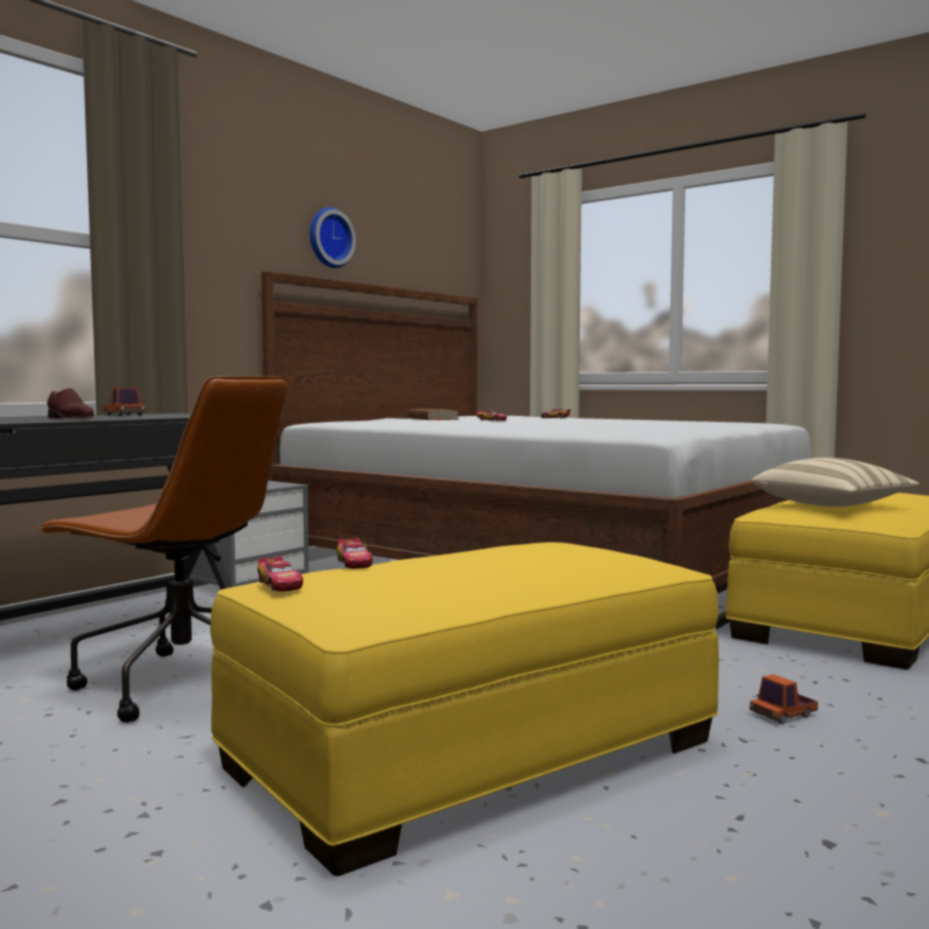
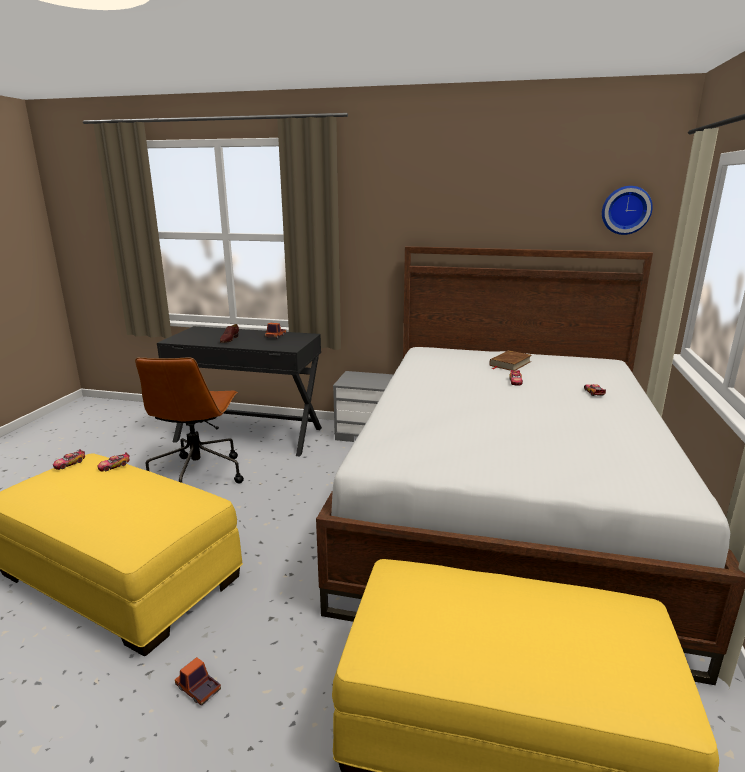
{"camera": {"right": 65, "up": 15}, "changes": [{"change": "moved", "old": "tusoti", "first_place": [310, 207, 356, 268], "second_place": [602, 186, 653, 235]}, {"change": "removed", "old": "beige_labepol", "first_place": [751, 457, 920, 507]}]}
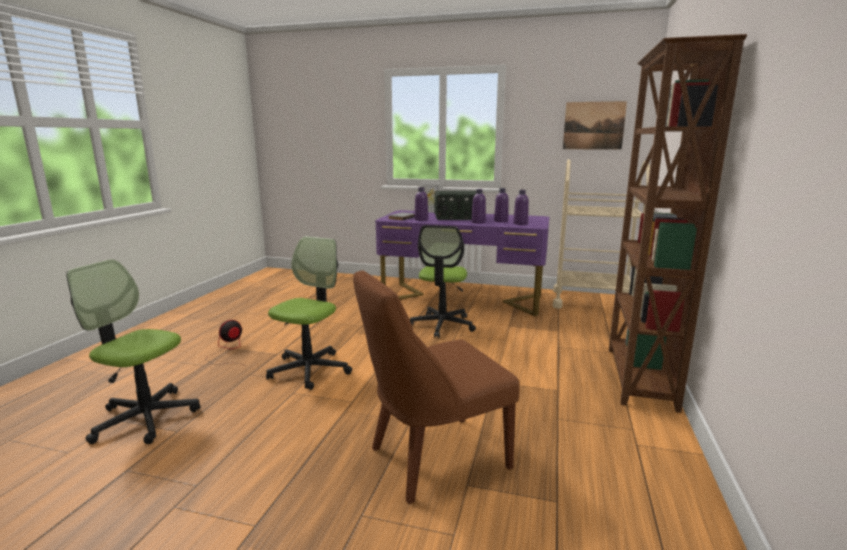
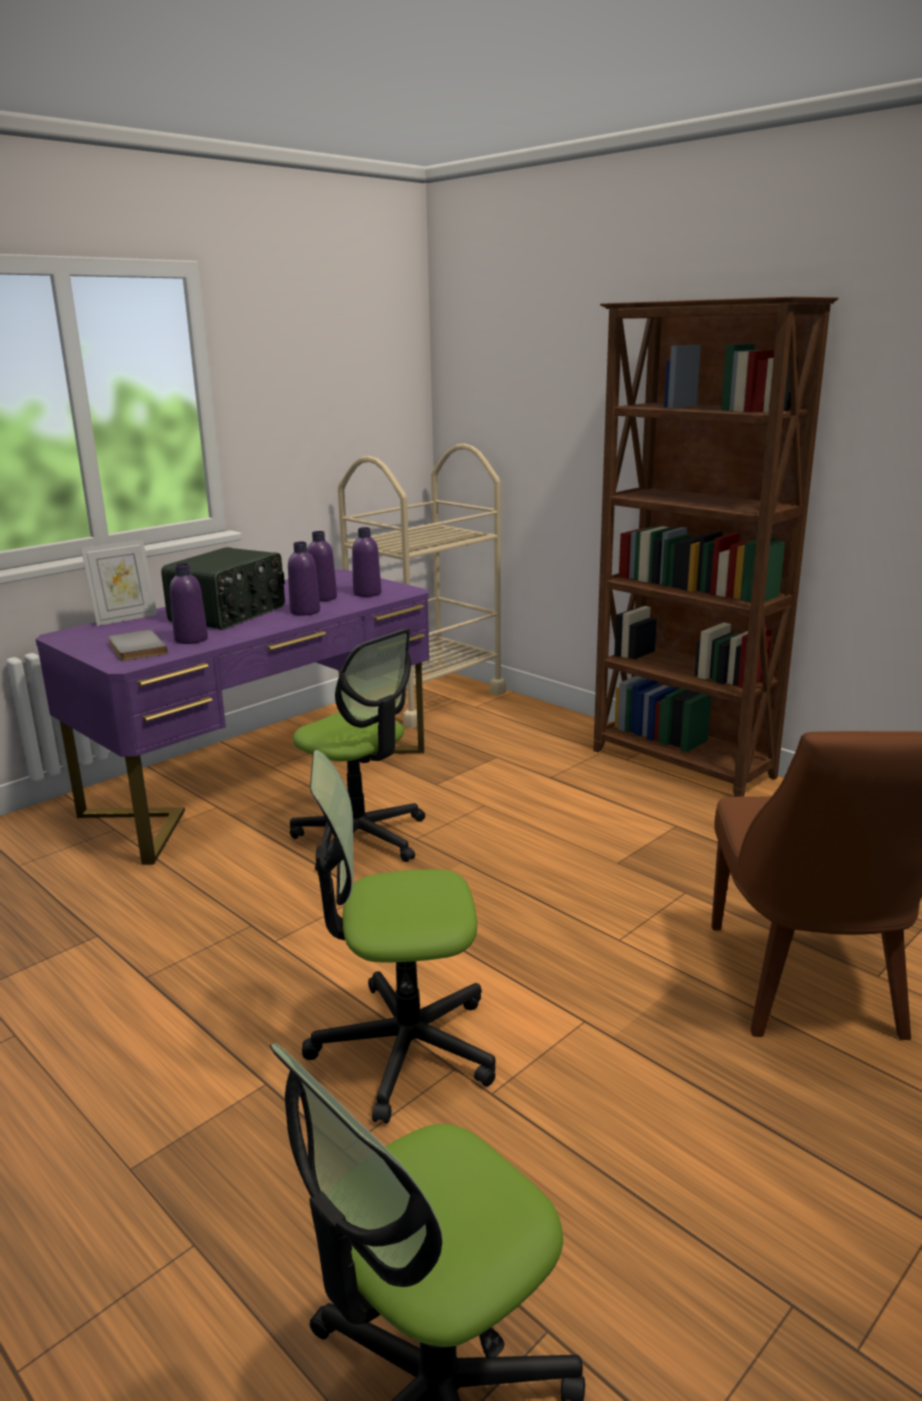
{"camera": {"right": -60, "up": 5}, "changes": [{"change": "turned", "old": "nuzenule", "first_place": [266, 236, 352, 390], "second_place": [302, 750, 496, 1124], "degrees": -60}, {"change": "removed", "old": "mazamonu", "first_place": [207, 320, 245, 366]}, {"change": "removed", "old": "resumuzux", "first_place": [563, 101, 627, 150]}]}
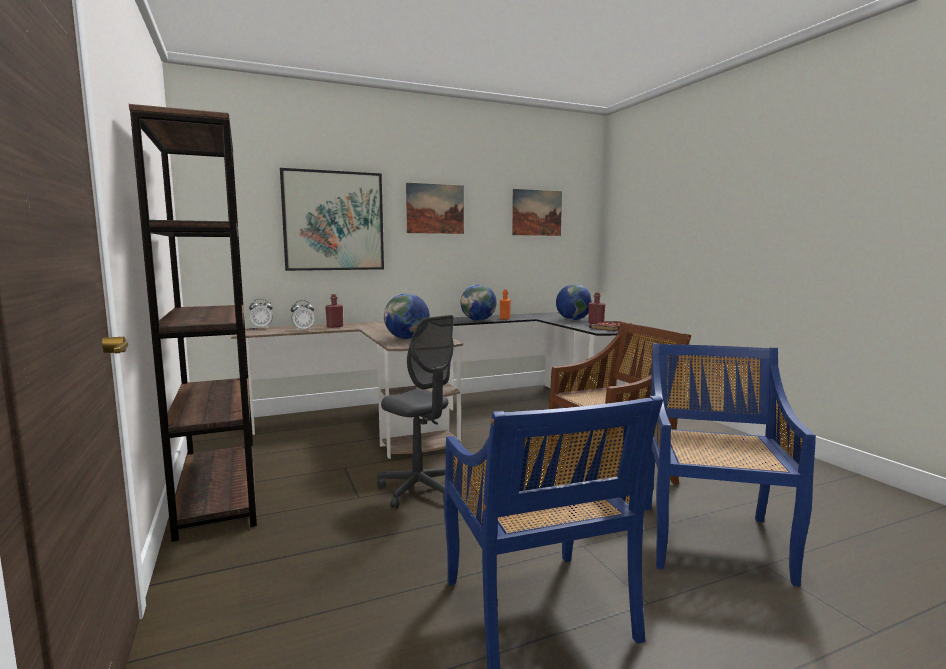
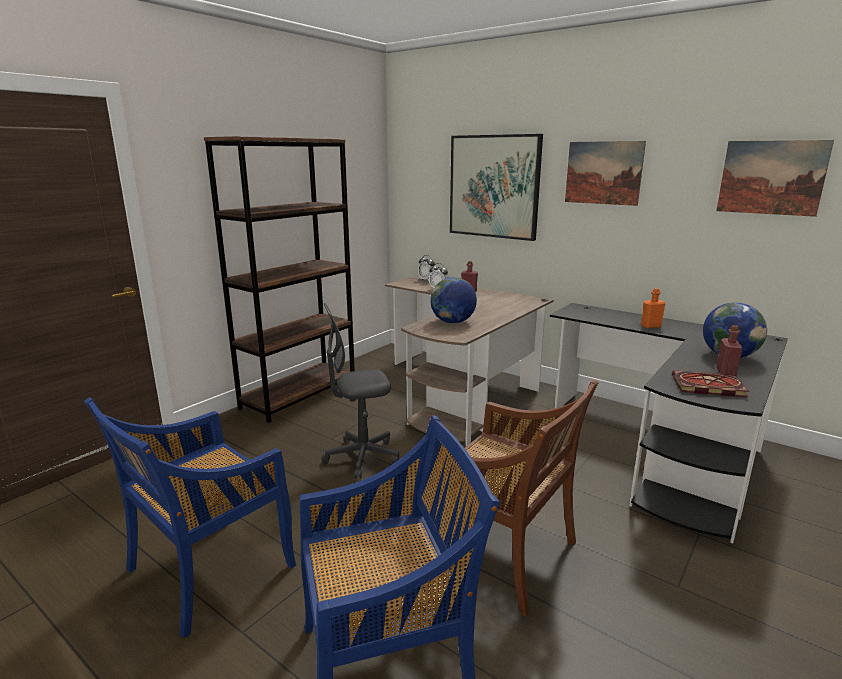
{"camera": {"right": 60, "up": 10}, "changes": [{"change": "turned", "old": "grey_nuzenule", "first_place": [377, 315, 454, 509], "second_place": [322, 303, 399, 479], "degrees": 60}, {"change": "removed", "old": "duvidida", "first_place": [461, 284, 497, 321]}]}
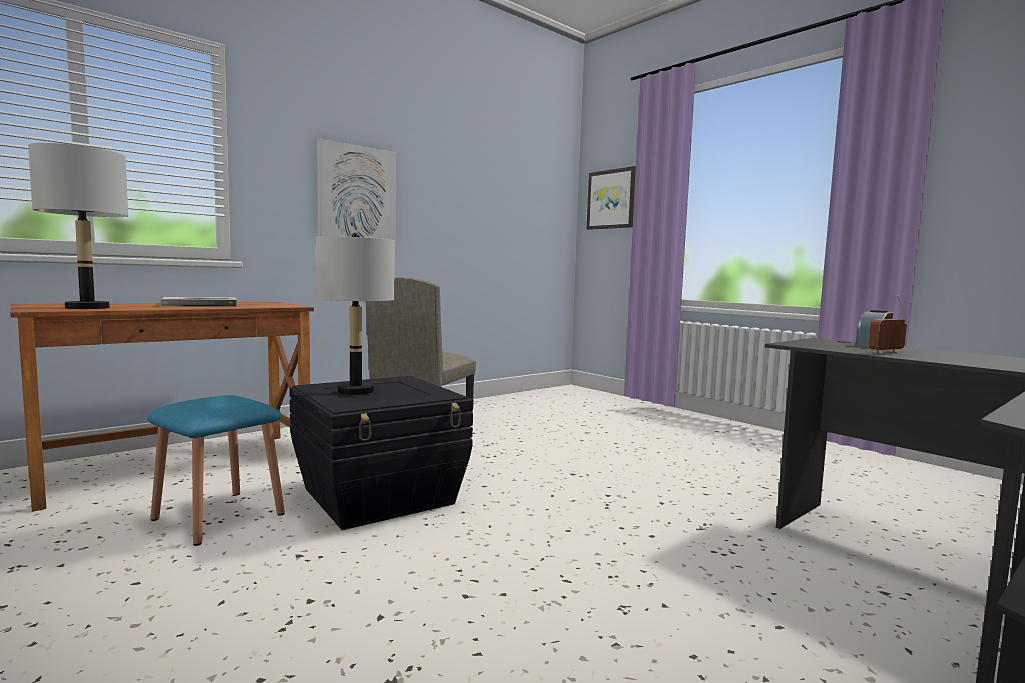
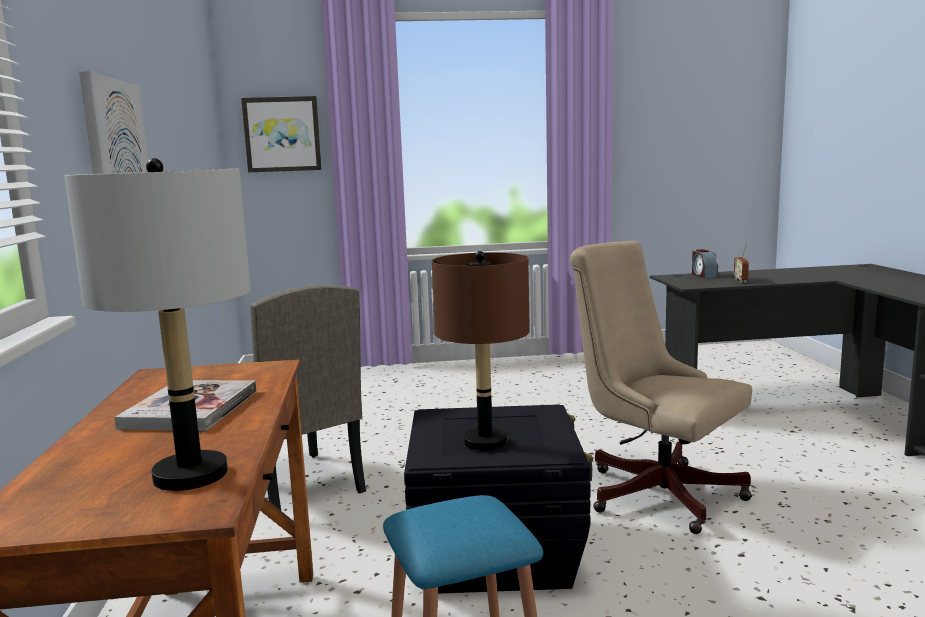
{"camera": {"right": -55, "up": 5}, "changes": [{"change": "recoloured", "old": "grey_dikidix", "new": "brown_dikidix", "first_place": [315, 233, 395, 395], "second_place": [432, 251, 530, 451]}, {"change": "added", "new": "beige_nuzenule", "second_place": [570, 241, 752, 534]}]}
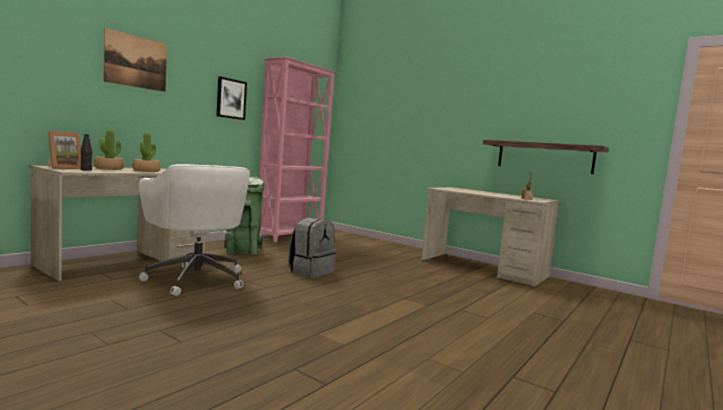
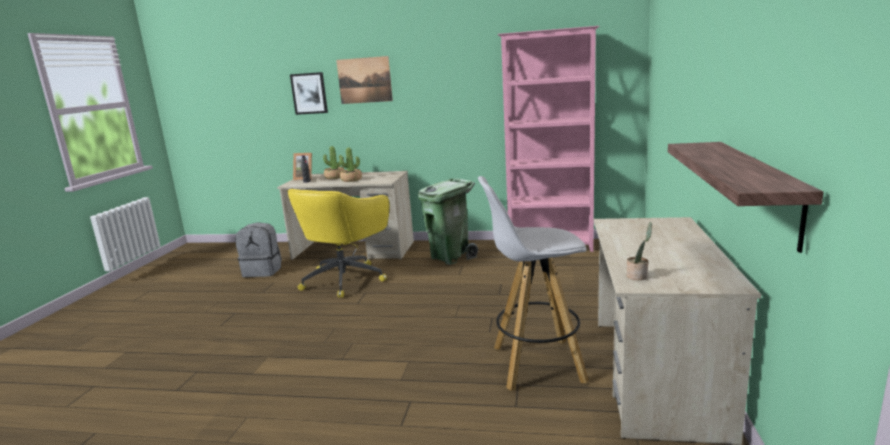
{"camera": {"right": 65, "up": 10}, "changes": [{"change": "moved", "old": "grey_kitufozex", "first_place": [288, 218, 337, 278], "second_place": [235, 222, 282, 277]}, {"change": "recoloured", "old": "white_nuzenule", "new": "yellow_nuzenule", "first_place": [139, 164, 250, 296], "second_place": [287, 189, 389, 298]}, {"change": "moved", "old": "resumuzux", "first_place": [217, 77, 247, 120], "second_place": [290, 72, 328, 115]}, {"change": "added", "new": "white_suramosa", "second_place": [478, 176, 589, 391]}]}
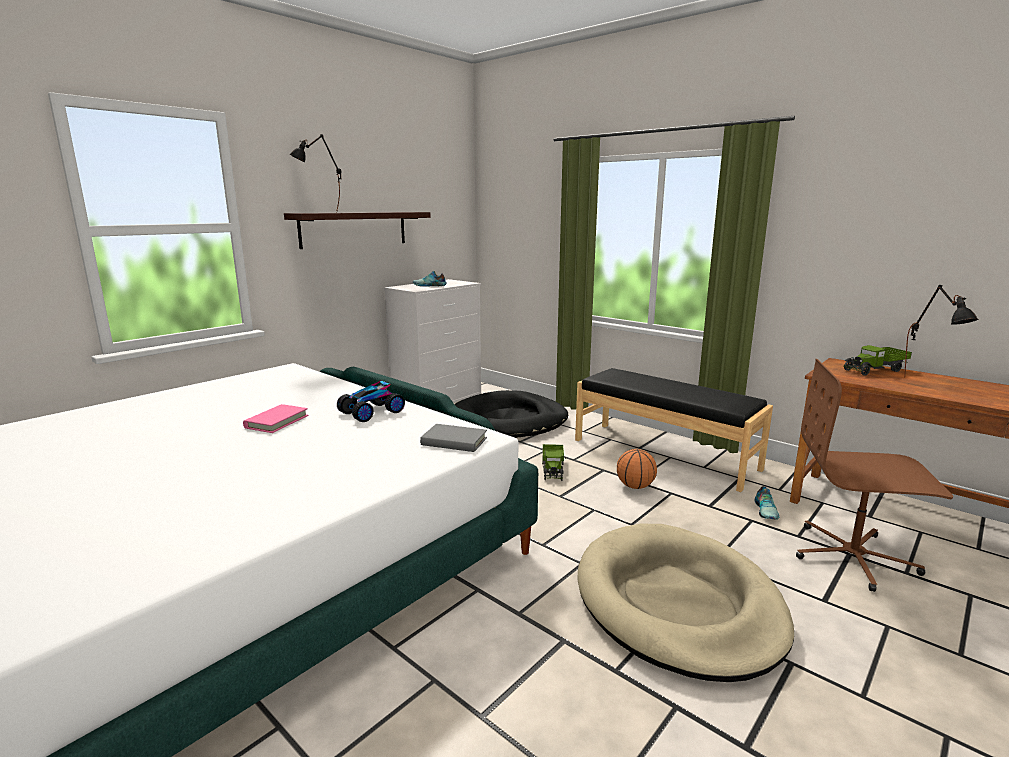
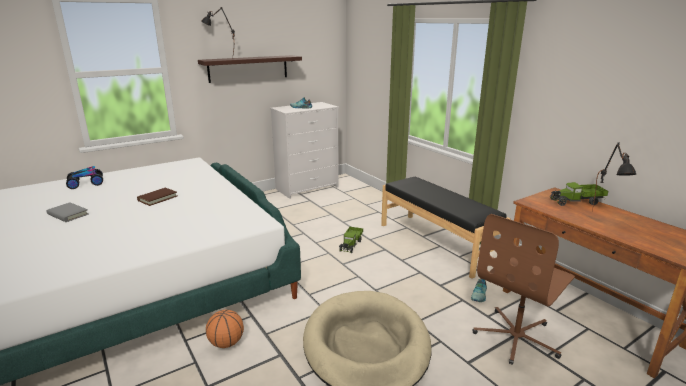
{"camera": {"right": 15, "up": 5}, "changes": [{"change": "moved", "old": "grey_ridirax", "first_place": [420, 424, 487, 452], "second_place": [47, 202, 88, 222]}, {"change": "moved", "old": "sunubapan", "first_place": [337, 381, 405, 422], "second_place": [66, 166, 103, 189]}, {"change": "recoloured", "old": "pink_ridirax", "new": "brown_ridirax", "first_place": [243, 404, 308, 433], "second_place": [137, 188, 177, 206]}, {"change": "moved", "old": "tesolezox", "first_place": [617, 449, 657, 489], "second_place": [206, 310, 244, 348]}, {"change": "turned", "old": "brown_nuzenule", "first_place": [796, 359, 953, 592], "second_place": [473, 214, 575, 365], "degrees": -75}, {"change": "removed", "old": "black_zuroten", "first_place": [455, 390, 568, 438]}]}
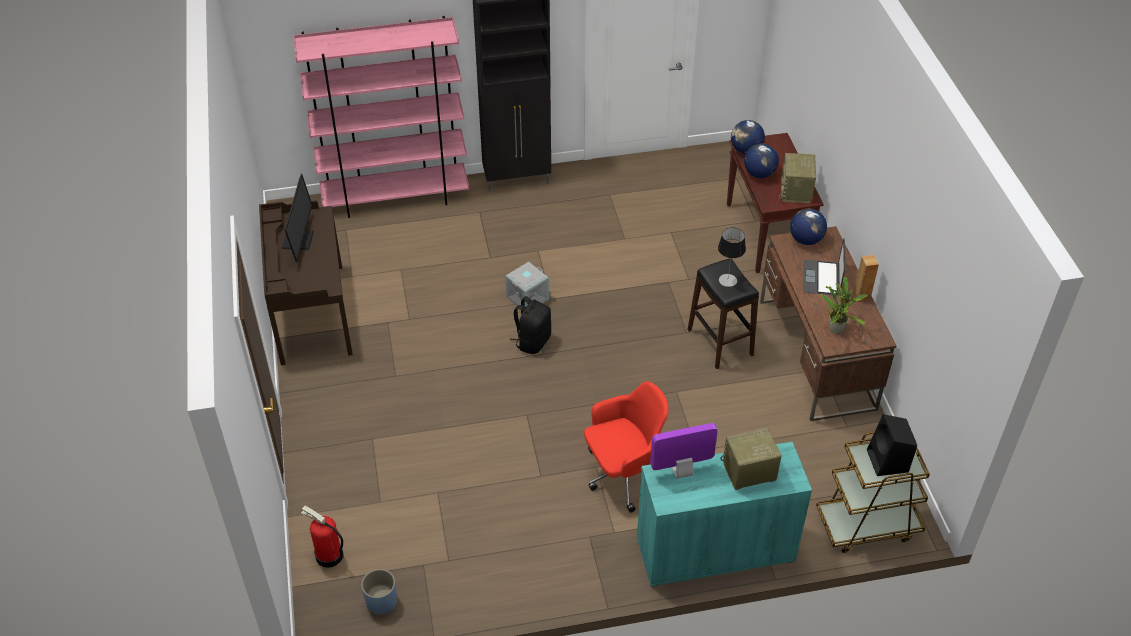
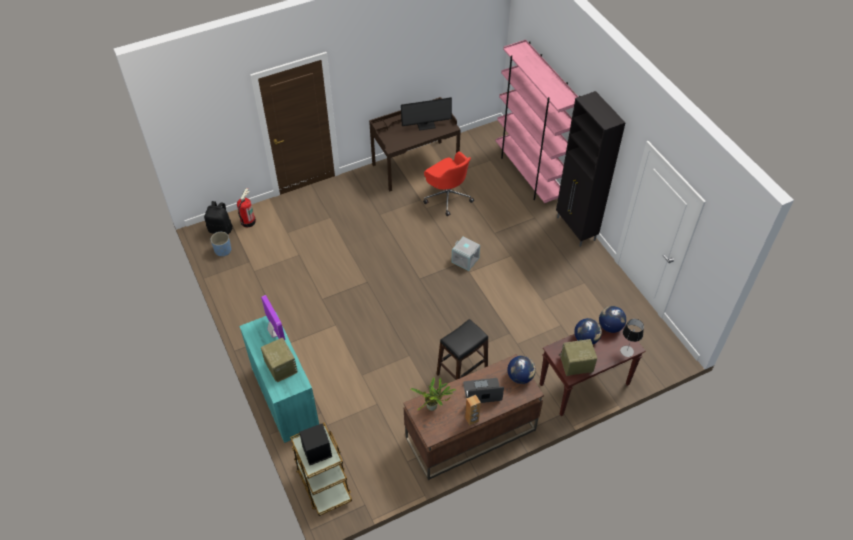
{"camera": {"right": 75, "up": 5}, "changes": [{"change": "moved", "old": "black_kitufozex", "first_place": [510, 296, 551, 354], "second_place": [204, 201, 232, 234]}, {"change": "moved", "old": "red_nuzenule", "first_place": [584, 381, 669, 513], "second_place": [423, 151, 474, 216]}, {"change": "moved", "old": "dikidix", "first_place": [718, 227, 746, 287], "second_place": [620, 319, 644, 357]}]}
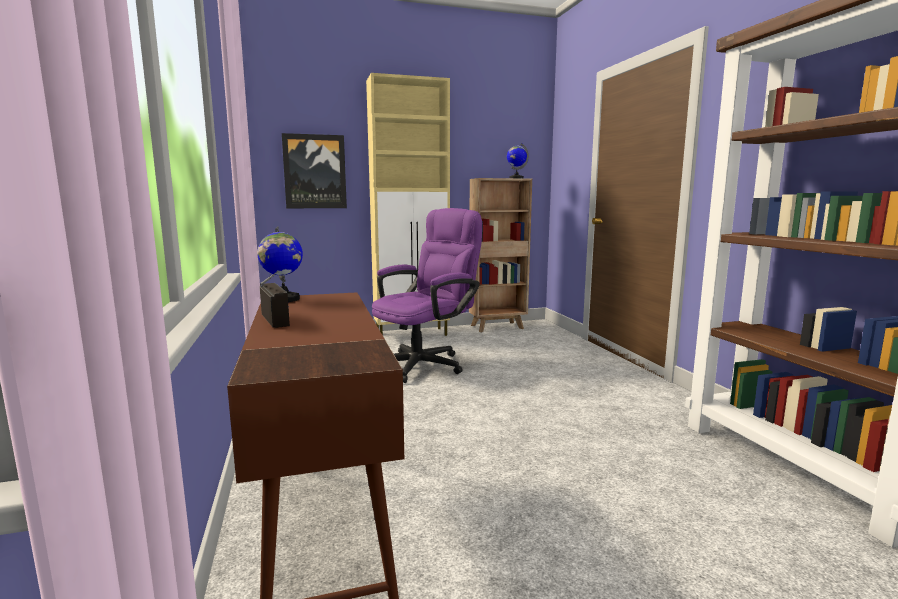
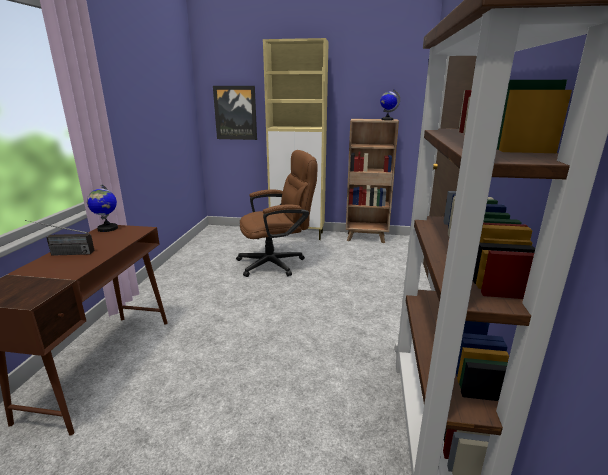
{"camera": {"right": 25, "up": 10}, "changes": [{"change": "turned", "old": "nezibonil", "first_place": [260, 271, 290, 328], "second_place": [25, 220, 94, 256], "degrees": 90}, {"change": "recoloured", "old": "purple_nuzenule", "new": "brown_nuzenule", "first_place": [372, 208, 482, 383], "second_place": [236, 150, 318, 277]}]}
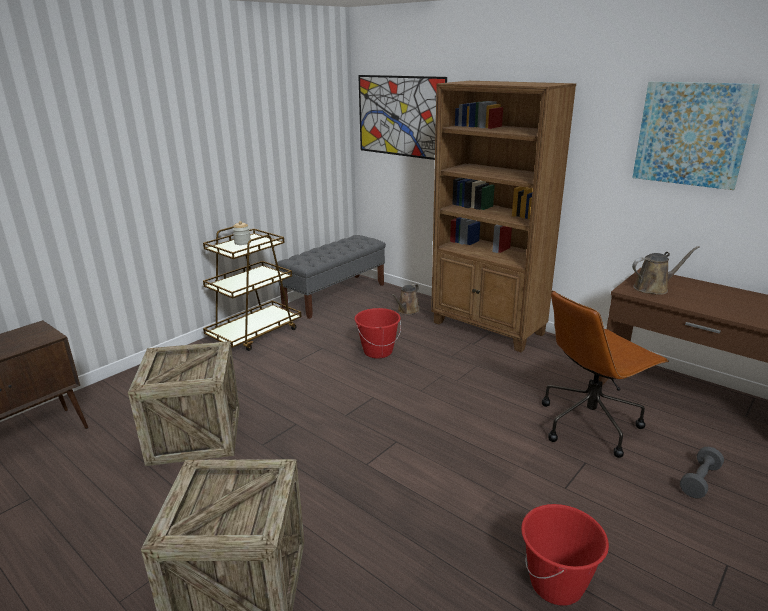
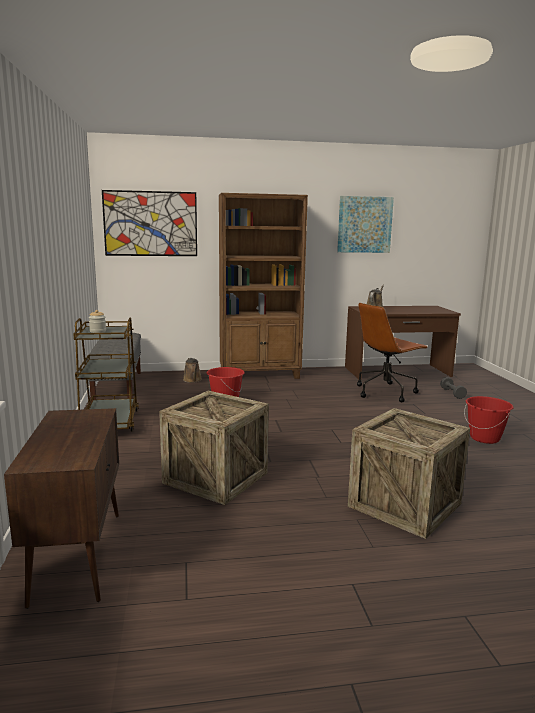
{"camera": {"right": -50, "up": -10}, "changes": [{"change": "turned", "old": "brown_nuzenule", "first_place": [542, 290, 669, 458], "second_place": [357, 303, 428, 402], "degrees": 45}]}
